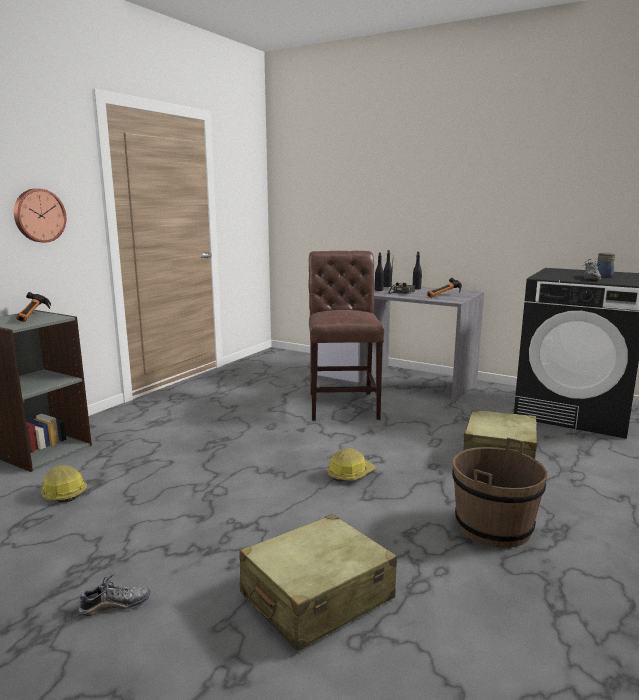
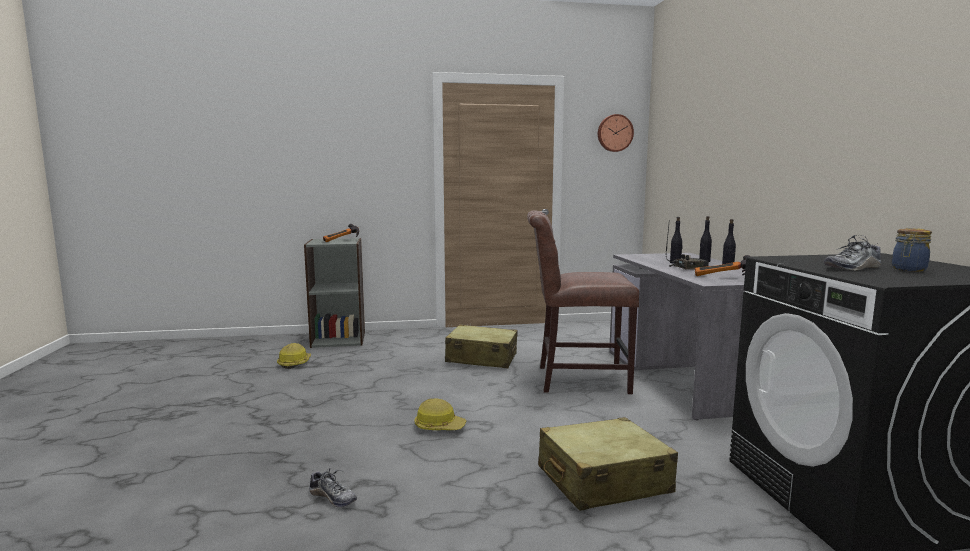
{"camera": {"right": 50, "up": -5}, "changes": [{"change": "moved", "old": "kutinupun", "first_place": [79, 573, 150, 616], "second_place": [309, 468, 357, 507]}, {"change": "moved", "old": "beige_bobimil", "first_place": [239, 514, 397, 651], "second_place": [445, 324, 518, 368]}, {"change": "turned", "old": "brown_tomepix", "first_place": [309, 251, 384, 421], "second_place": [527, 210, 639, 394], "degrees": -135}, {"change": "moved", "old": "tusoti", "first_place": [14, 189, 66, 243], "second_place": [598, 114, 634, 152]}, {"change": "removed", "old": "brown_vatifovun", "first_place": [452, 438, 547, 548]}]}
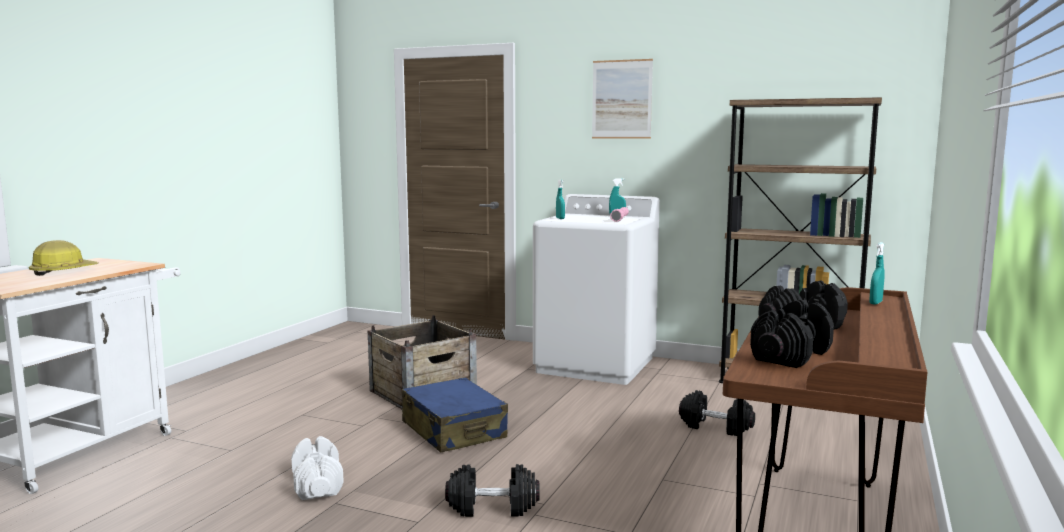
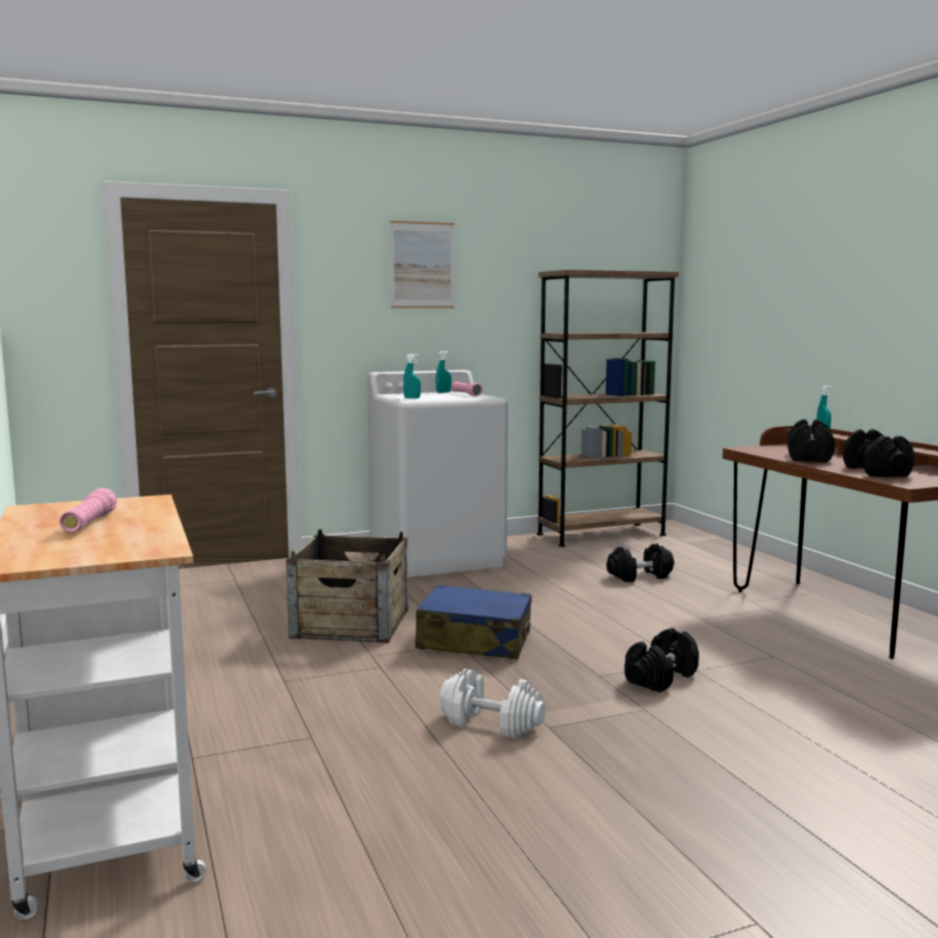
{"camera": {"right": -45, "up": 0}, "changes": [{"change": "replaced", "old": "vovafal", "new": "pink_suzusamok", "first_place": [29, 240, 98, 276], "second_place": [60, 488, 117, 533]}]}
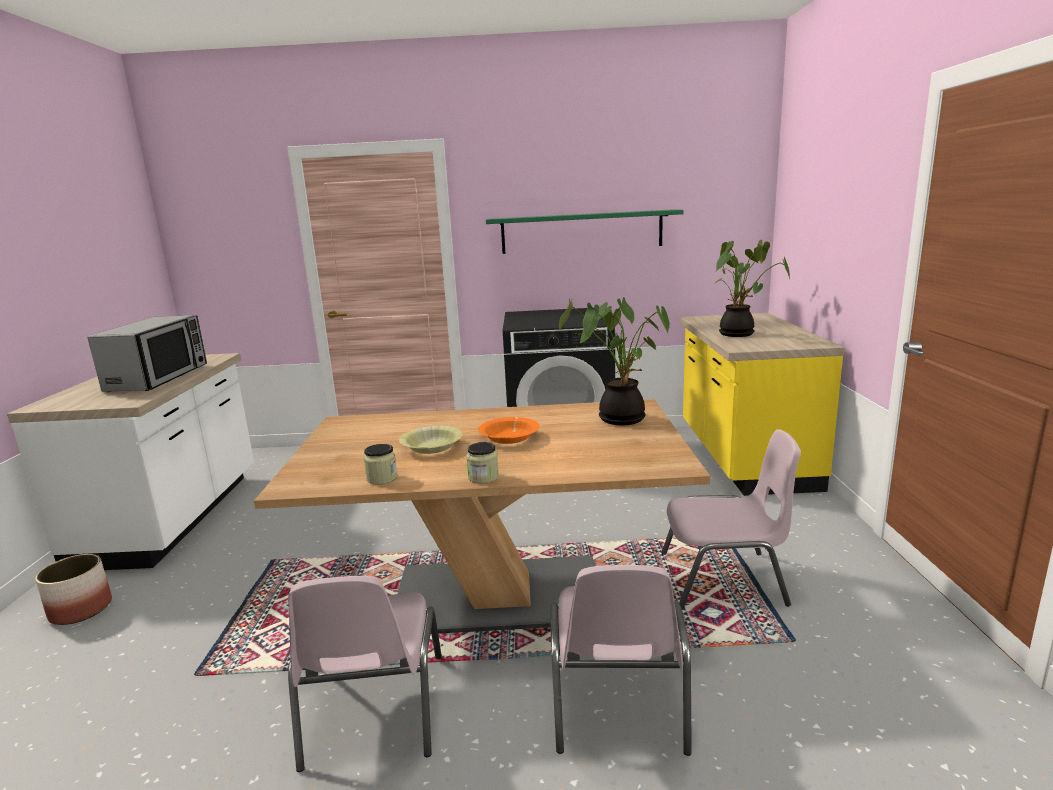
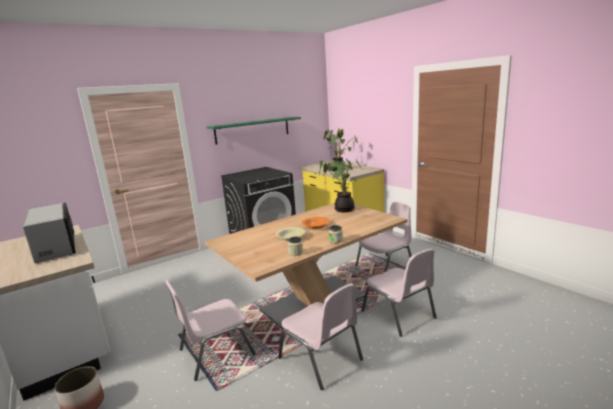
{"camera": {"right": -35, "up": 0}, "changes": [{"change": "added", "new": "pink_tomepix", "second_place": [165, 280, 256, 381]}]}
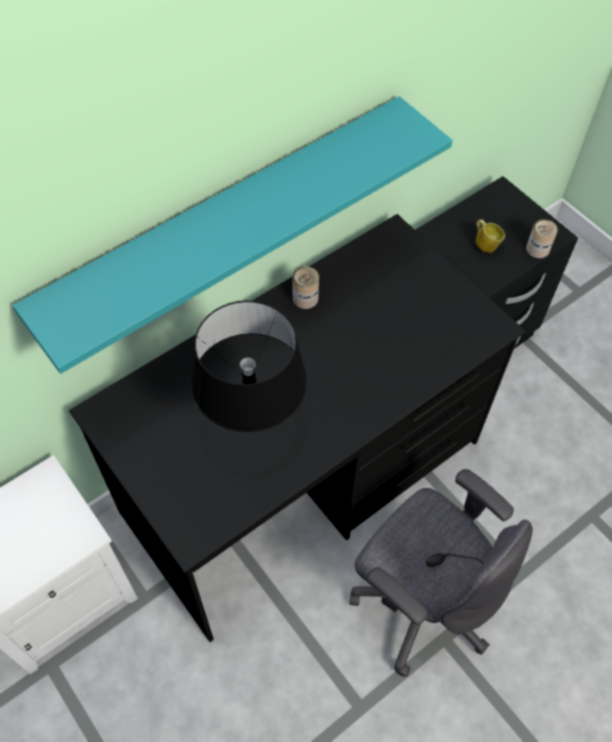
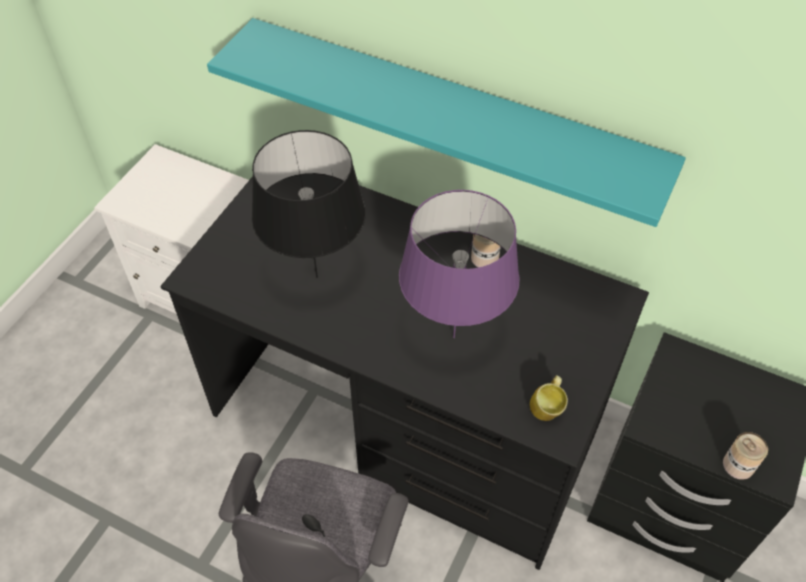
{"camera": {"right": 65, "up": -5}, "changes": [{"change": "added", "new": "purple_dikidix", "second_place": [399, 190, 520, 338]}, {"change": "moved", "old": "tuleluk", "first_place": [476, 220, 505, 253], "second_place": [530, 375, 568, 421]}]}
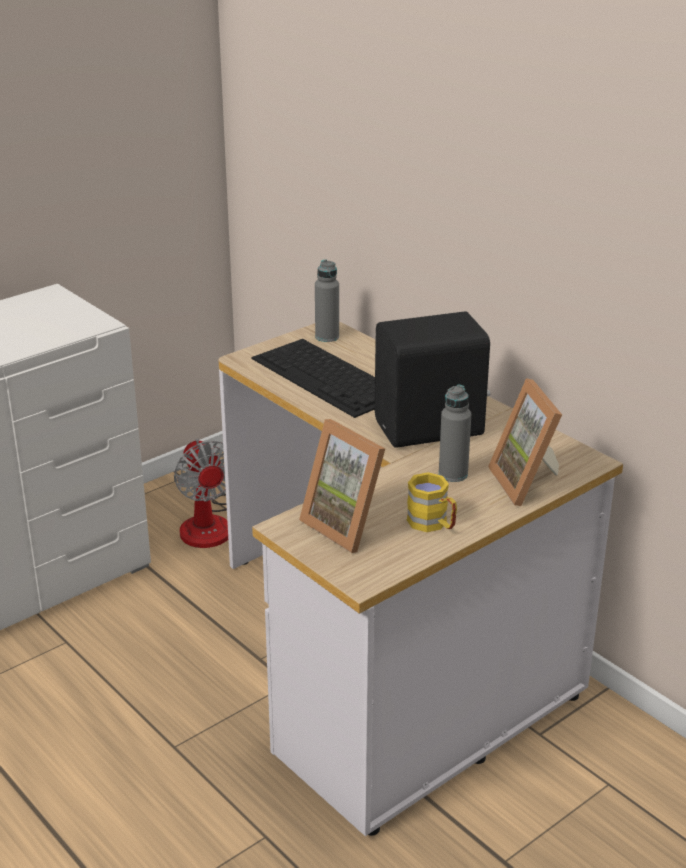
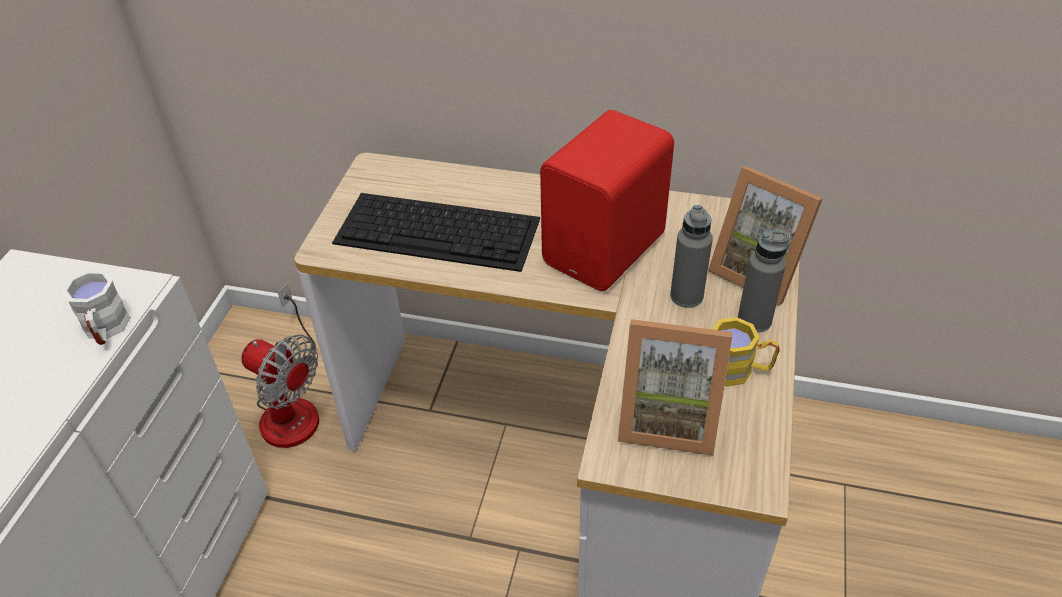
{"camera": {"right": -35, "up": 15}, "changes": [{"change": "added", "new": "white_tuleluk", "second_place": [62, 270, 131, 345]}, {"change": "recoloured", "old": "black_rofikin", "new": "red_rofikin", "first_place": [375, 311, 490, 448], "second_place": [540, 110, 674, 291]}, {"change": "moved", "old": "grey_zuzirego", "first_place": [315, 260, 339, 342], "second_place": [738, 230, 789, 333]}]}
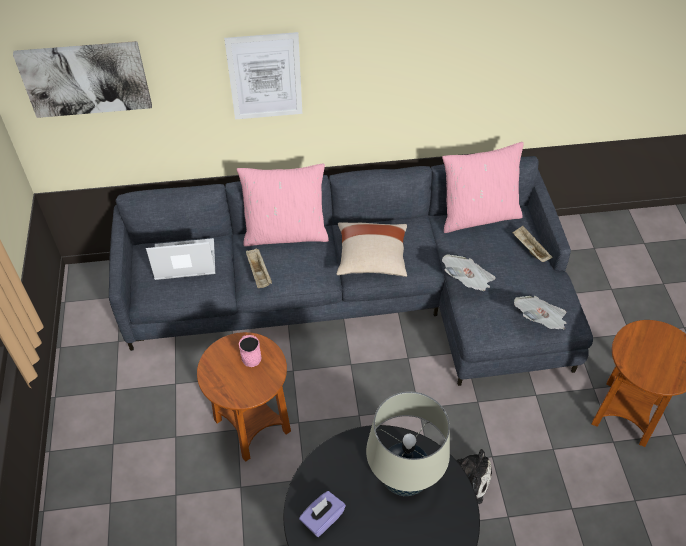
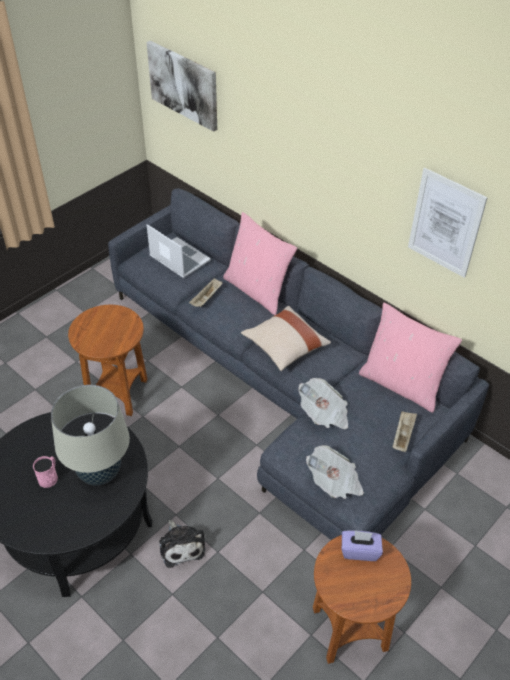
{"camera": {"right": 50, "up": -5}, "changes": [{"change": "moved", "old": "pink_tuleluk", "first_place": [239, 335, 262, 367], "second_place": [33, 456, 58, 488]}, {"change": "moved", "old": "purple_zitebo", "first_place": [299, 491, 346, 537], "second_place": [342, 530, 383, 561]}, {"change": "moved", "old": "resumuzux", "first_place": [224, 32, 302, 119], "second_place": [408, 168, 488, 278]}]}
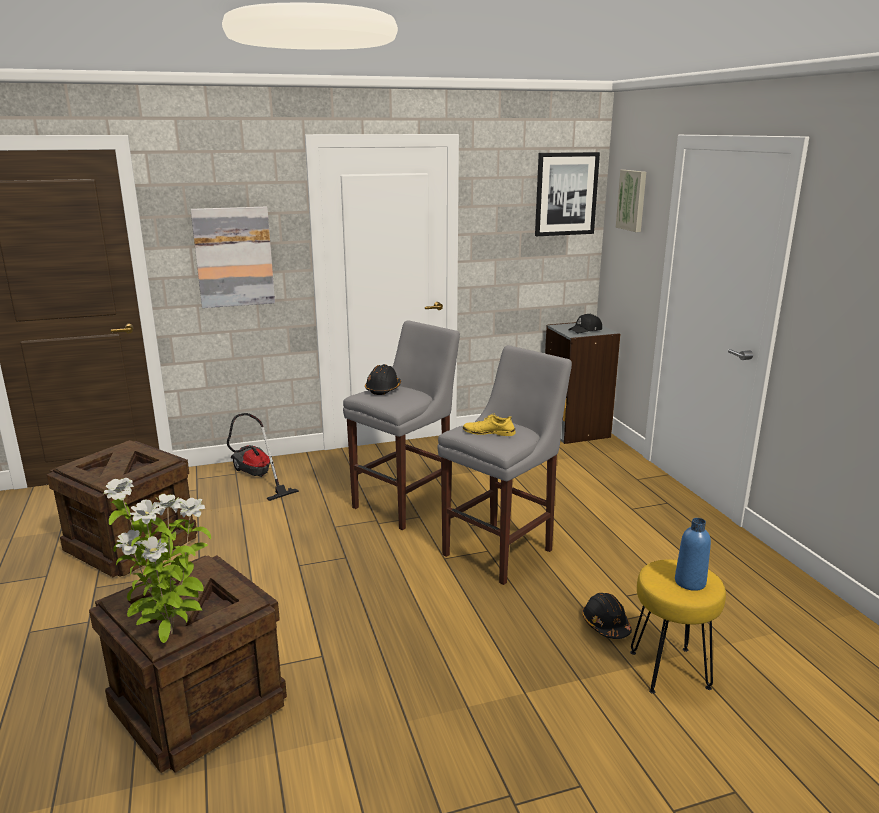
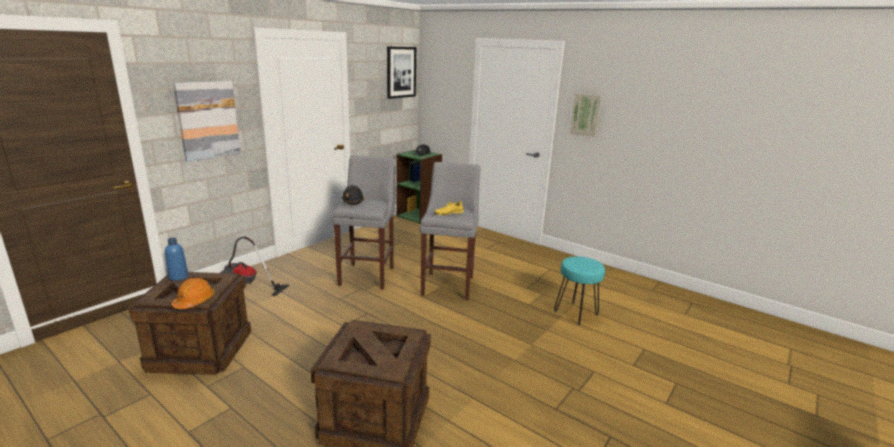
{"camera": {"right": -35, "up": 0}, "changes": [{"change": "moved", "old": "blue_zuzirego", "first_place": [675, 518, 711, 591], "second_place": [165, 238, 188, 281]}, {"change": "added", "new": "orange_vovafal", "second_place": [171, 278, 215, 309]}, {"change": "recoloured", "old": "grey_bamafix", "new": "green_bamafix", "first_place": [545, 322, 620, 444], "second_place": [396, 150, 442, 224]}, {"change": "recoloured", "old": "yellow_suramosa", "new": "turquoise_suramosa", "first_place": [630, 559, 726, 694], "second_place": [554, 256, 605, 325]}, {"change": "moved", "old": "resumuzux", "first_place": [616, 170, 646, 232], "second_place": [570, 93, 602, 137]}, {"change": "removed", "old": "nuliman", "first_place": [103, 478, 211, 643]}, {"change": "removed", "old": "black_vovafal", "first_place": [582, 593, 632, 639]}]}
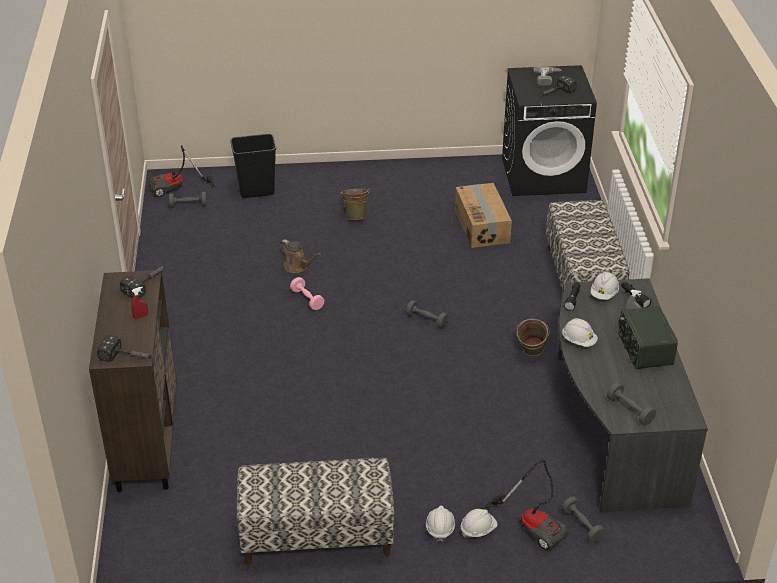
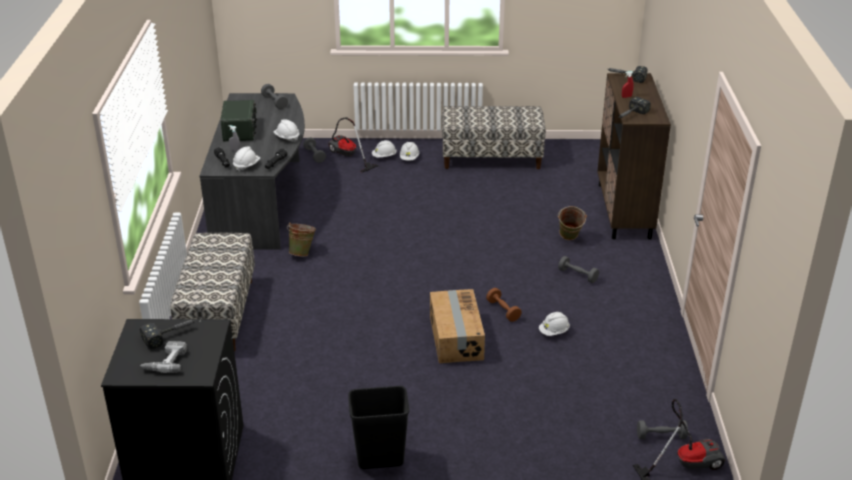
{"camera": {"right": -175, "up": -5}, "changes": [{"change": "moved", "old": "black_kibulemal", "first_place": [230, 134, 276, 198], "second_place": [348, 386, 410, 469]}, {"change": "moved", "old": "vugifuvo", "first_place": [455, 183, 512, 248], "second_place": [430, 289, 485, 363]}, {"change": "recoloured", "old": "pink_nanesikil", "new": "brown_nanesikil", "first_place": [290, 277, 324, 310], "second_place": [486, 288, 522, 322]}, {"change": "added", "new": "white_vovafal", "second_place": [539, 312, 570, 336]}, {"change": "moved", "old": "green_vatifovun", "first_place": [341, 189, 370, 220], "second_place": [558, 206, 587, 240]}, {"change": "moved", "old": "grey_nanesikil", "first_place": [406, 300, 449, 329], "second_place": [558, 256, 599, 283]}, {"change": "removed", "old": "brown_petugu", "first_place": [280, 239, 321, 273]}]}
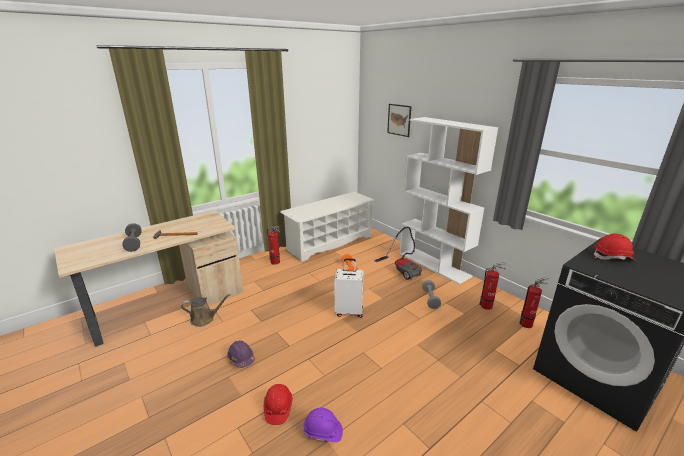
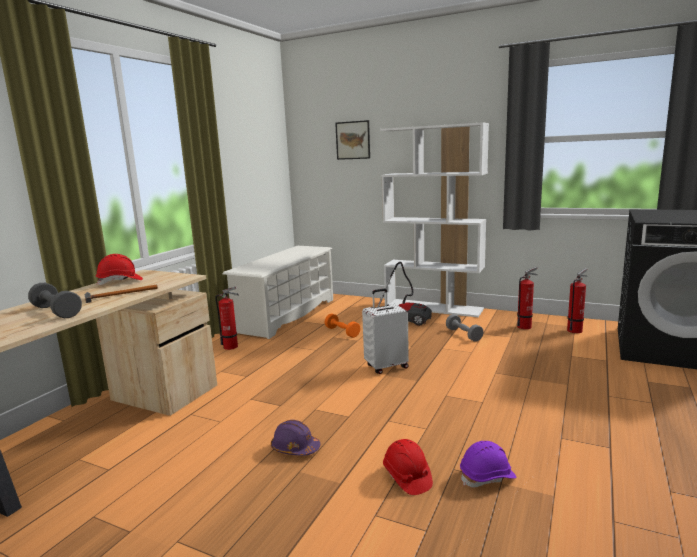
{"camera": {"right": -25, "up": -10}, "changes": [{"change": "moved", "old": "red_vovafal", "first_place": [594, 234, 636, 261], "second_place": [96, 254, 143, 285]}, {"change": "removed", "old": "brown_petugu", "first_place": [181, 294, 231, 327]}]}
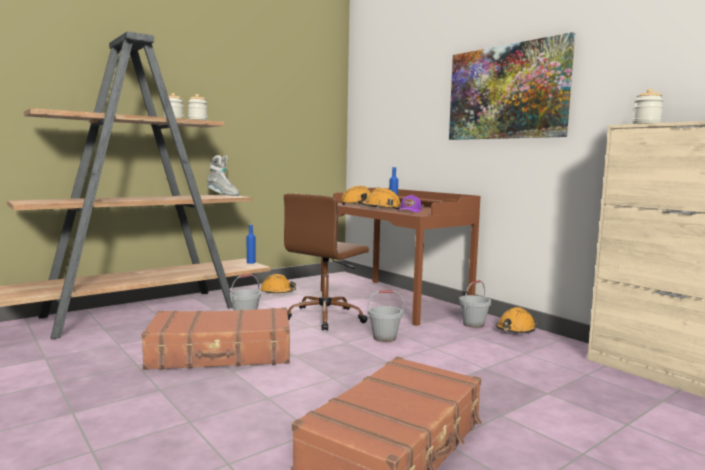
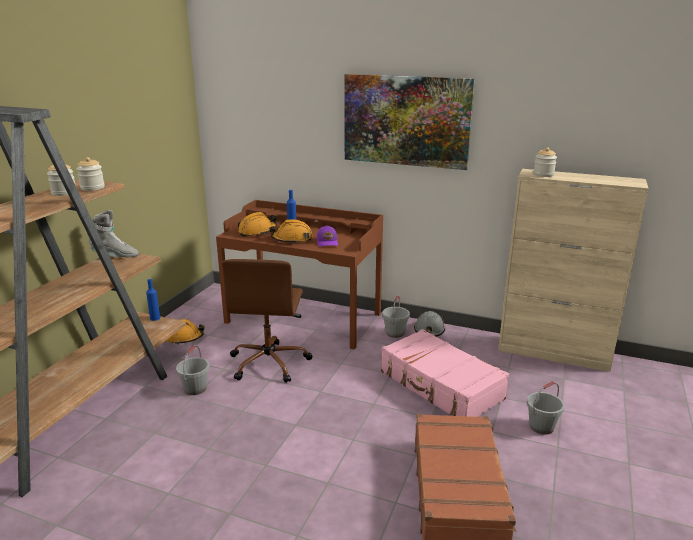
{"camera": {"right": -30, "up": 15}, "changes": [{"change": "added", "new": "pink_bobimil", "second_place": [381, 329, 509, 417]}, {"change": "recoloured", "old": "orange_vovafal", "new": "grey_vovafal", "first_place": [496, 307, 537, 333], "second_place": [414, 311, 445, 336]}, {"change": "moved", "old": "grey_vatifovun", "first_place": [367, 290, 404, 342], "second_place": [527, 381, 565, 435]}, {"change": "removed", "old": "brown_bobimil", "first_place": [141, 307, 290, 370]}]}
